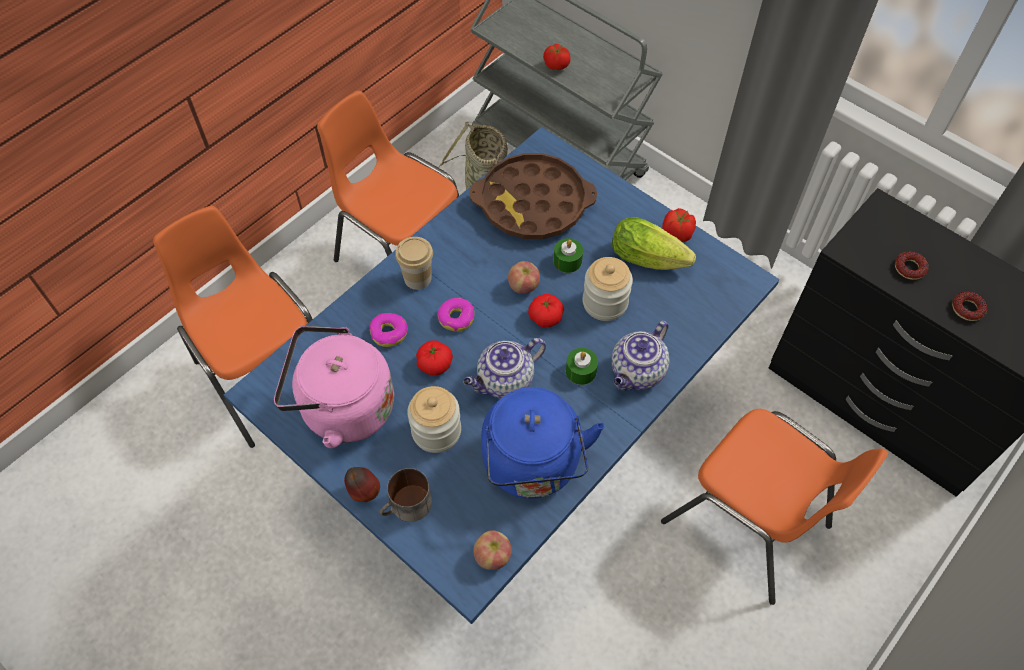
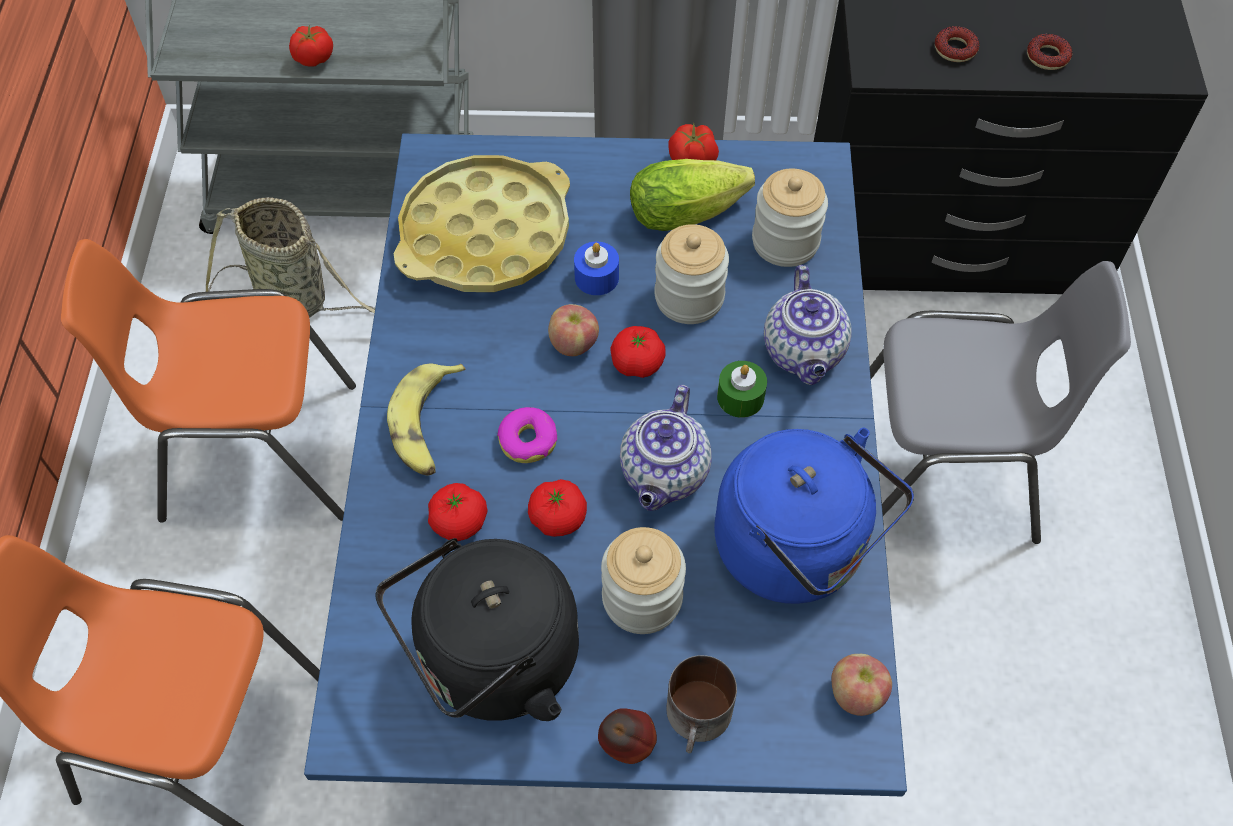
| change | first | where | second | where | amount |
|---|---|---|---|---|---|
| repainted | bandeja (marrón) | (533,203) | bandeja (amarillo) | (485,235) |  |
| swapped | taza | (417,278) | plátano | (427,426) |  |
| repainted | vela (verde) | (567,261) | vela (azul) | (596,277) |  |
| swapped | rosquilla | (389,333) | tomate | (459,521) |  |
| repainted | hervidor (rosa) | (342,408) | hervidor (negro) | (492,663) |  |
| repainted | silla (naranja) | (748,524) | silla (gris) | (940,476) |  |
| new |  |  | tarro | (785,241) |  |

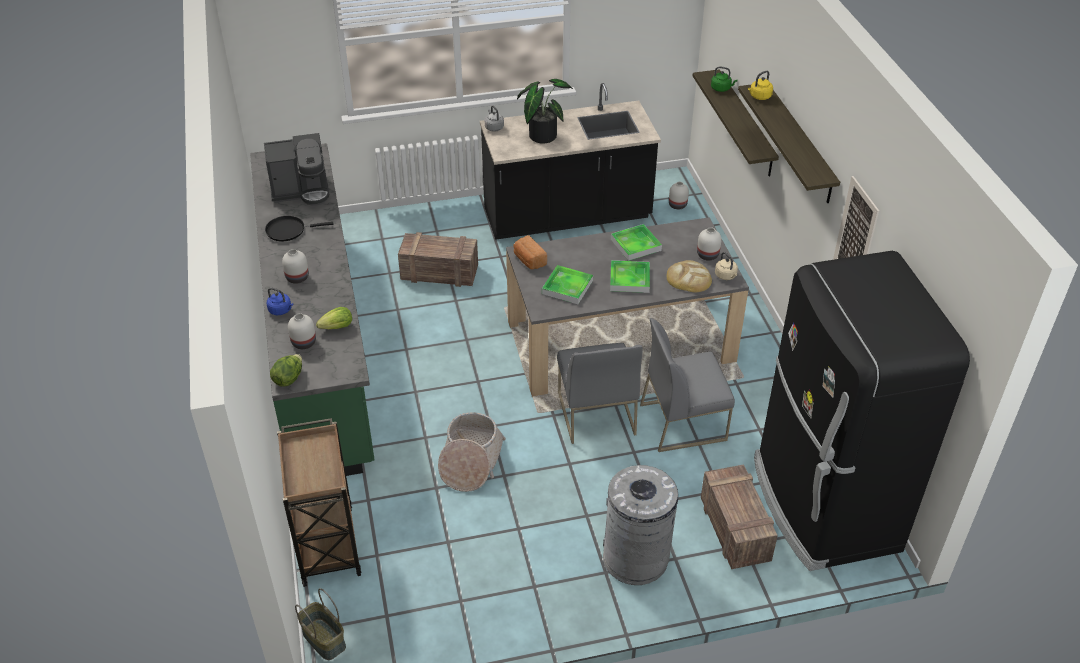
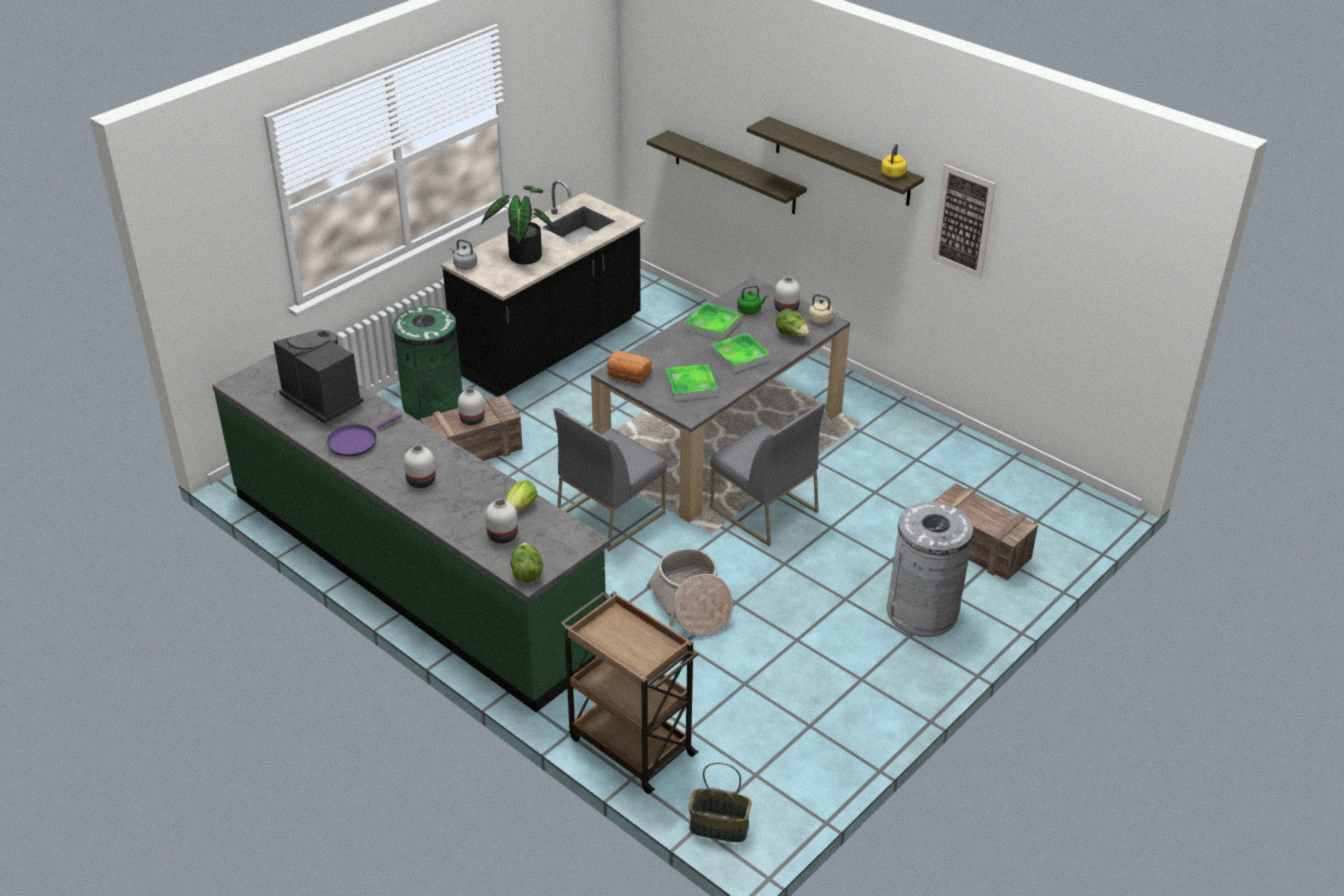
| change | first | where | second | where | amount |
|---|---|---|---|---|---|
| shifted | hervidor (verde) | (721,88) |  | (750,310) |  |
| shifted | hervidor (amarillo) | (759,97) |  | (892,175) |  |
| rotated | cafetera | (302,190) |  | (323,399) | 90 degrees counterclockwise |
| shifted | florero (blanco) | (677,205) |  | (472,420) |  |
| repainted | sartén (negro) | (289,230) | sartén (morado) | (356,442) |  |
| gone | nevera (negro) | (823,505) |  |  |  |
| swapped | pan | (688,279) | lechuga | (792,335) |  |
| gone | hervidor (azul) | (281,310) |  |  |  |
| shifted | silla (gris) | (683,421) |  | (611,514) |  |
| new |  |  | papelera (verde) | (432,404) |  |

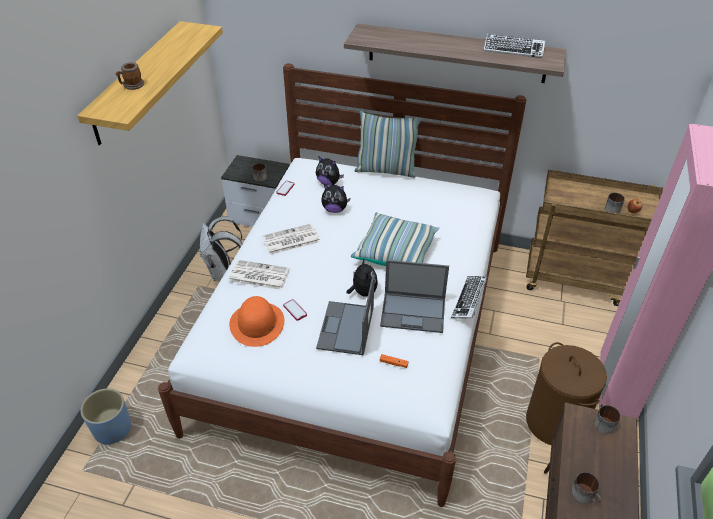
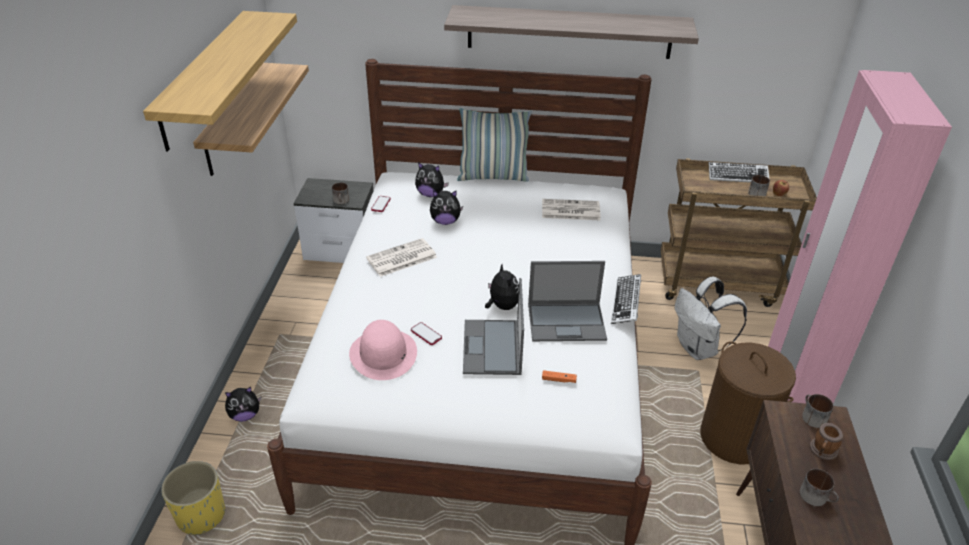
| change | first | where | second | where | amount |
|---|---|---|---|---|---|
| shifted | teclado | (513,49) |  | (737,176) |  |
| shifted | taza grande | (131,85) |  | (822,451) |  |
| gone | cojín | (395,251) |  |  |  |
| shifted | mochila (blanco) | (223,272) |  | (699,348) |  |
| shifted | periódico | (258,275) |  | (569,211) |  |
| repainted | sombrero (naranja) | (257,324) | sombrero (rosa) | (383,354) |  |
| repainted | maceta (azul) | (112,429) | maceta (amarillo) | (201,515) |  |
| new |  |  | estante | (233,119) |  |
| new |  |  | peluche | (245,415) |  |

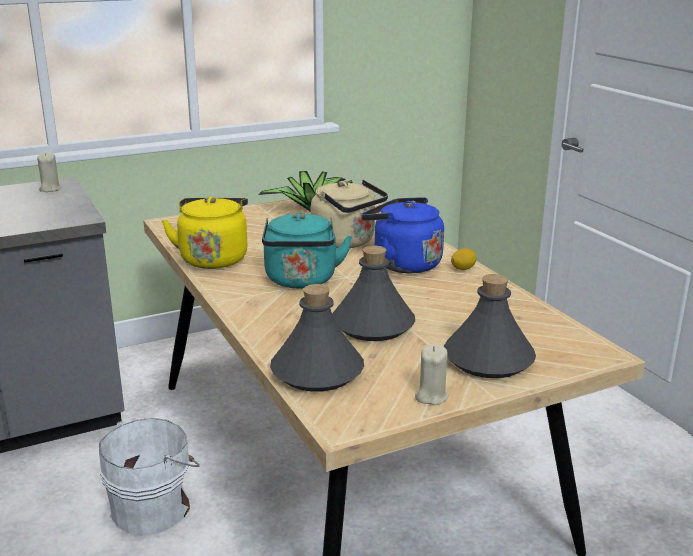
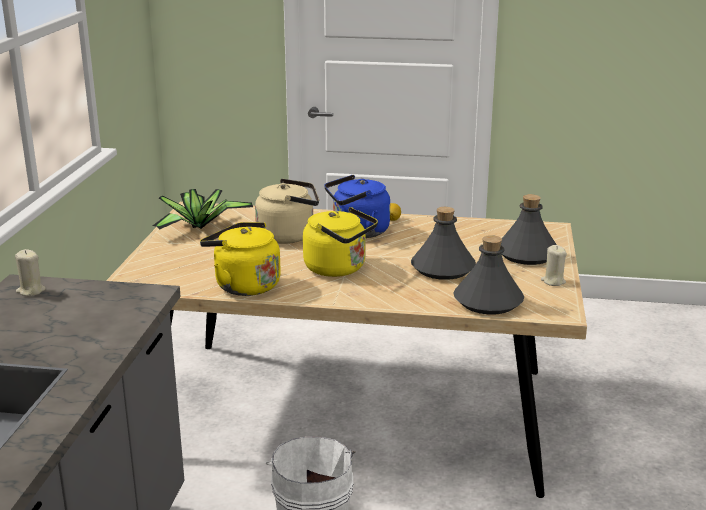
| change | first | where | second | where | amount |
|---|---|---|---|---|---|
| repainted | hervidor (turquesa) | (301,281) | hervidor (amarillo) | (339,269) |  |

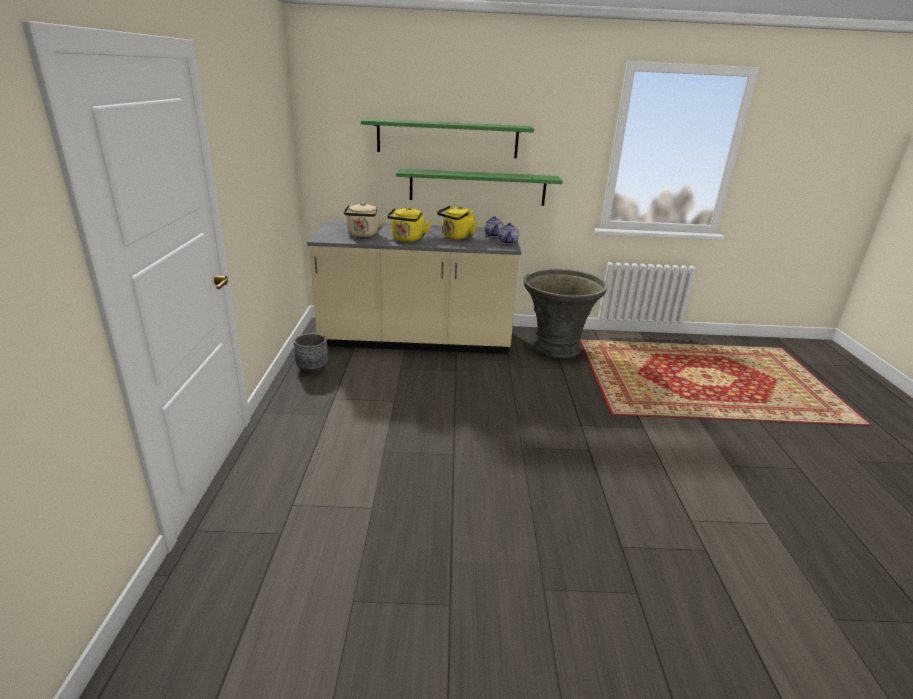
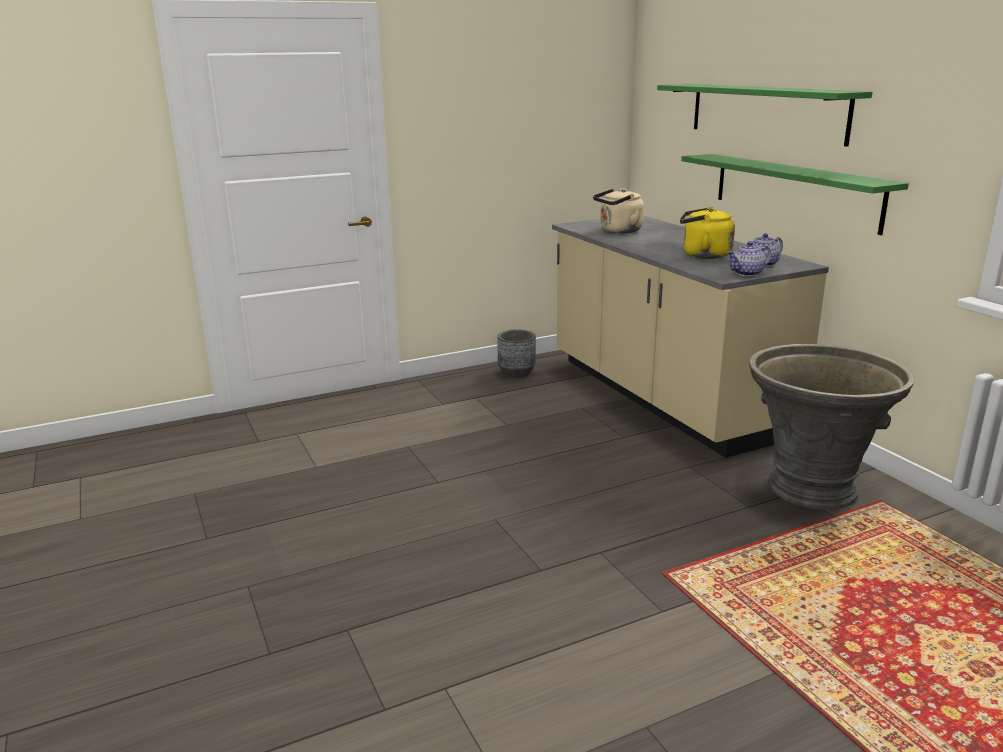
| change | first | where | second | where | amount |
|---|---|---|---|---|---|
| gone | hervidor (amarillo) | (407,240) |  |  |  |

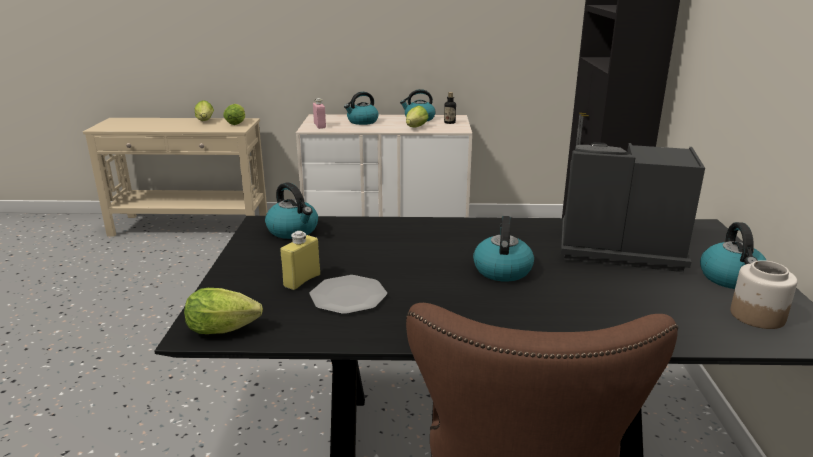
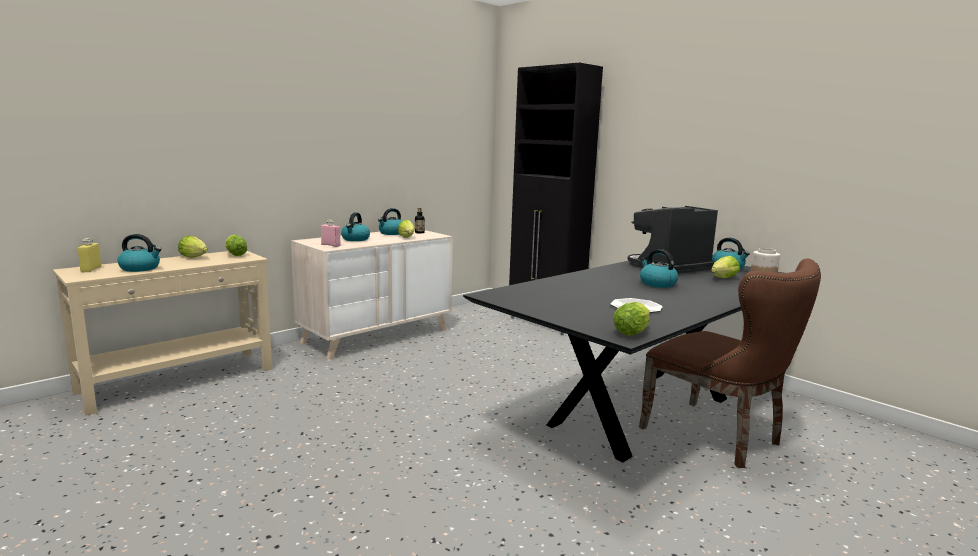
| change | first | where | second | where | amount |
|---|---|---|---|---|---|
| shifted | hervidor | (293,230) |  | (140,268) |  |
| shifted | botella (amarillo) | (302,280) |  | (91,269) |  |
| new |  |  | lechuga | (722,278) |  |

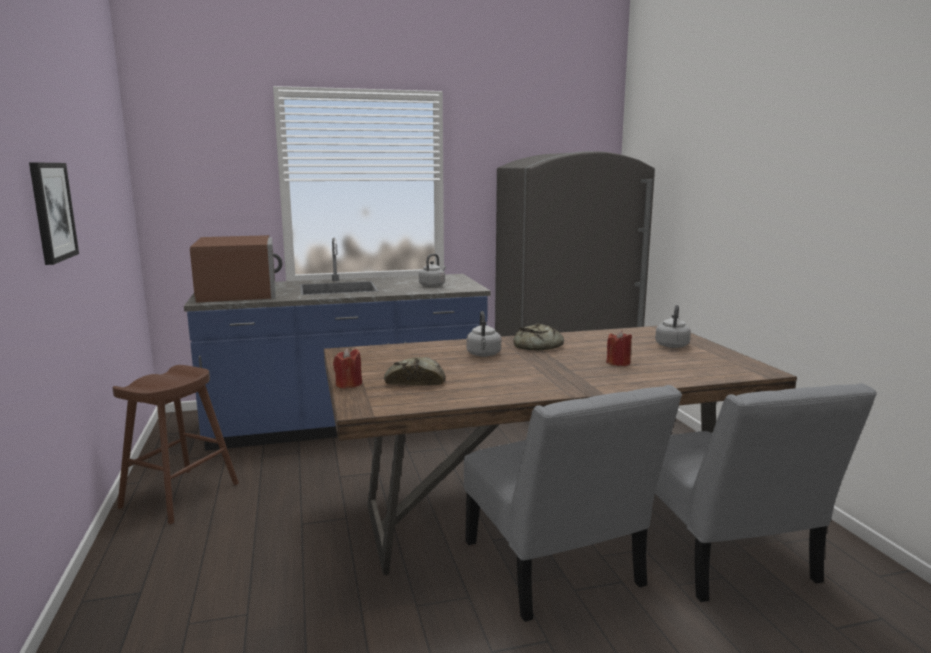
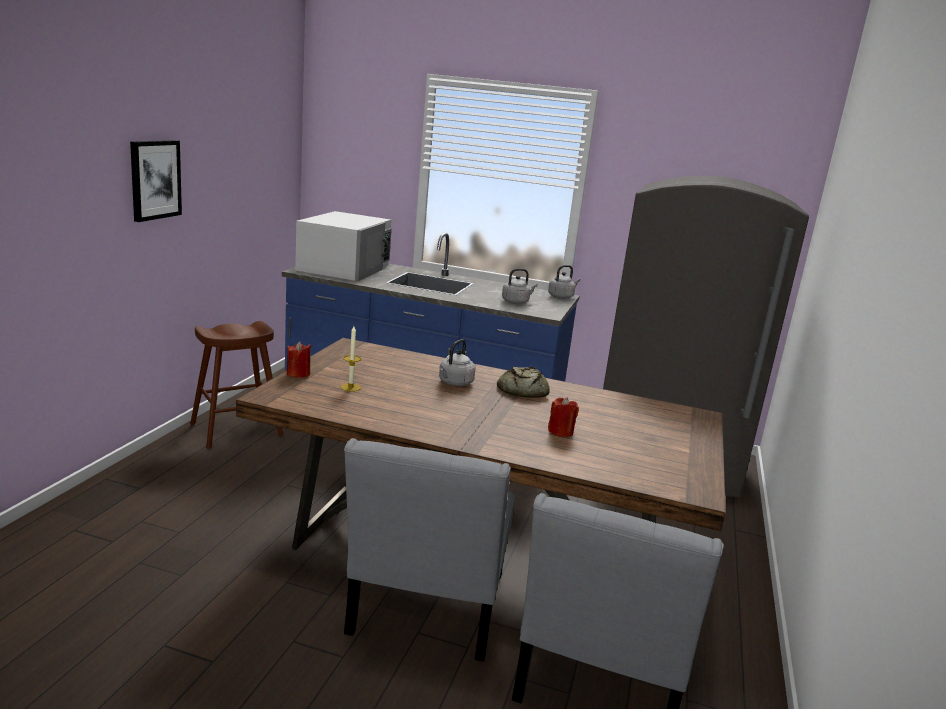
| change | first | where | second | where | amount |
|---|---|---|---|---|---|
| repainted | microondas (marrón) | (238,292) | microondas (blanco) | (345,267) |  |
| shifted | hervidor (gris) | (672,345) |  | (561,296) |  |
| swapped | pan | (415,381) | vela | (350,387) |  |

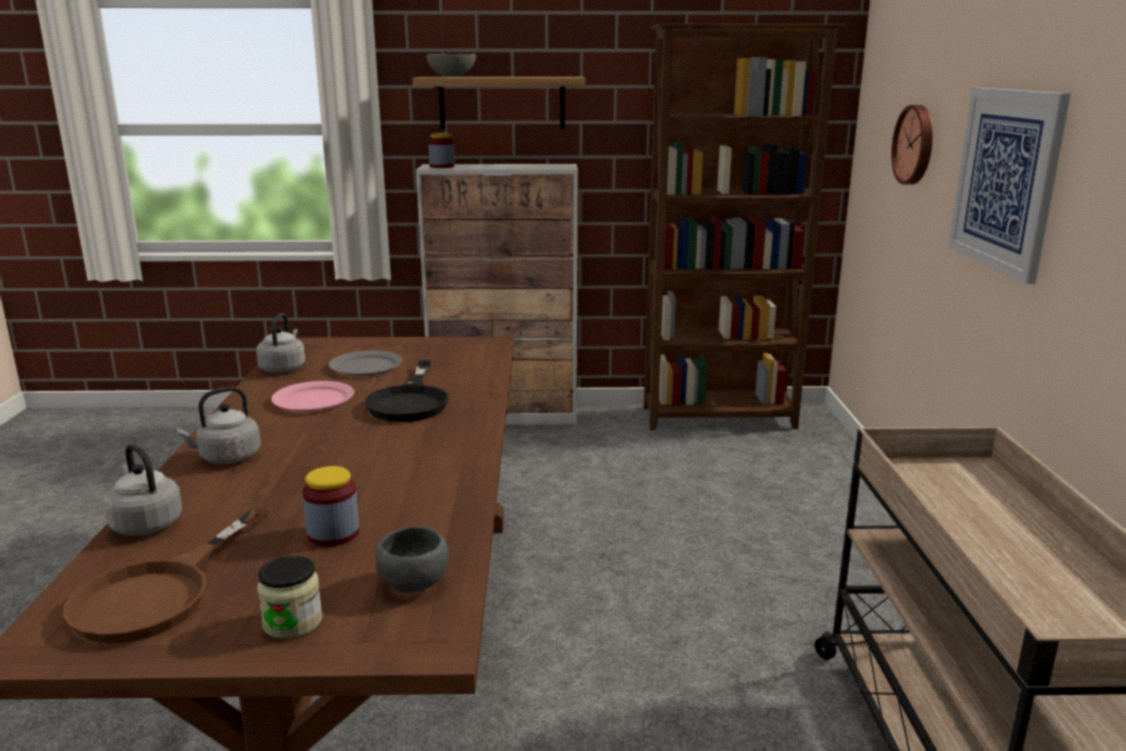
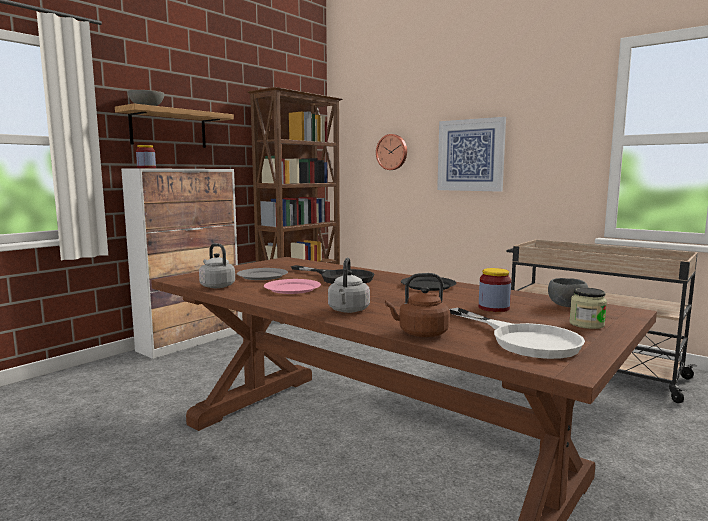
| change | first | where | second | where | amount |
|---|---|---|---|---|---|
| repainted | hervidor (gris) | (145,524) | hervidor (marrón) | (420,333) |  |
| repainted | sartén (marrón) | (159,592) | sartén (blanco) | (524,339) |  |
| new |  |  | plato (negro) | (427,286) |  |

